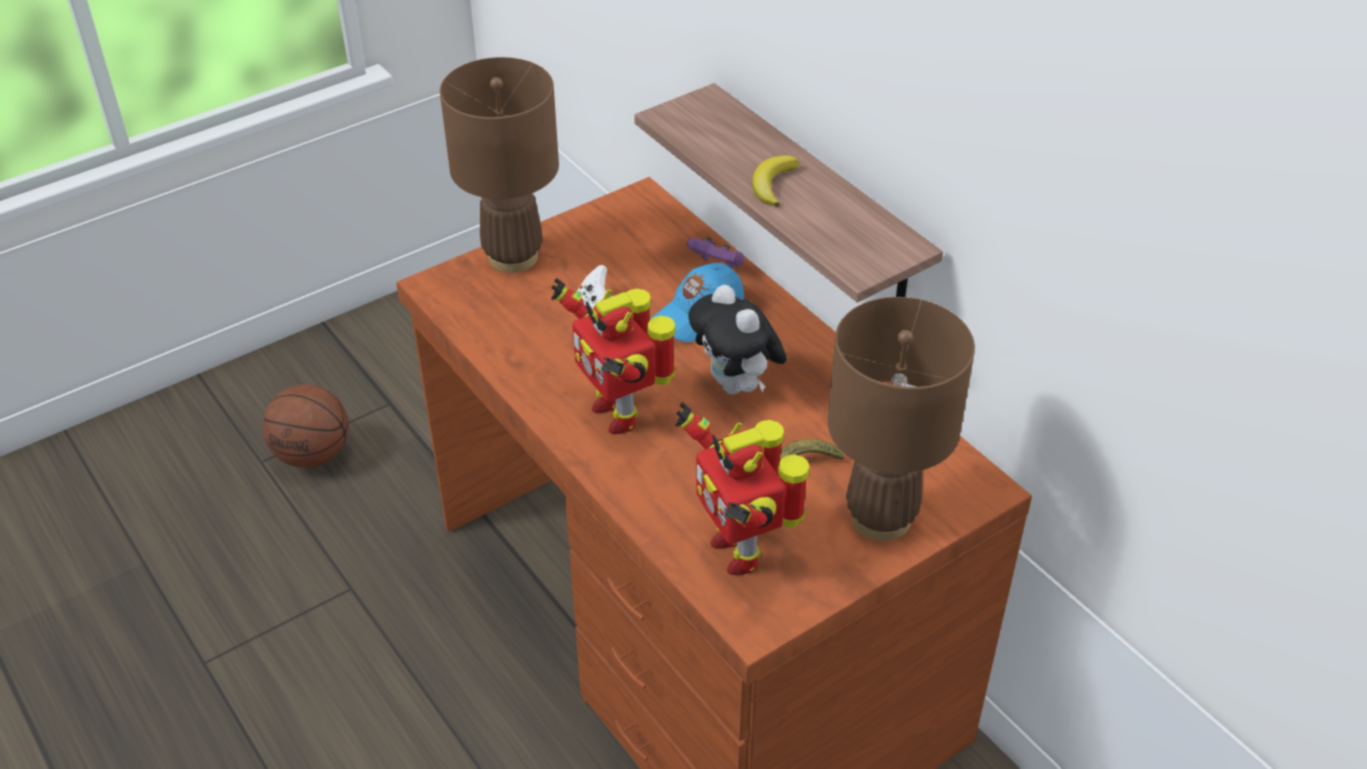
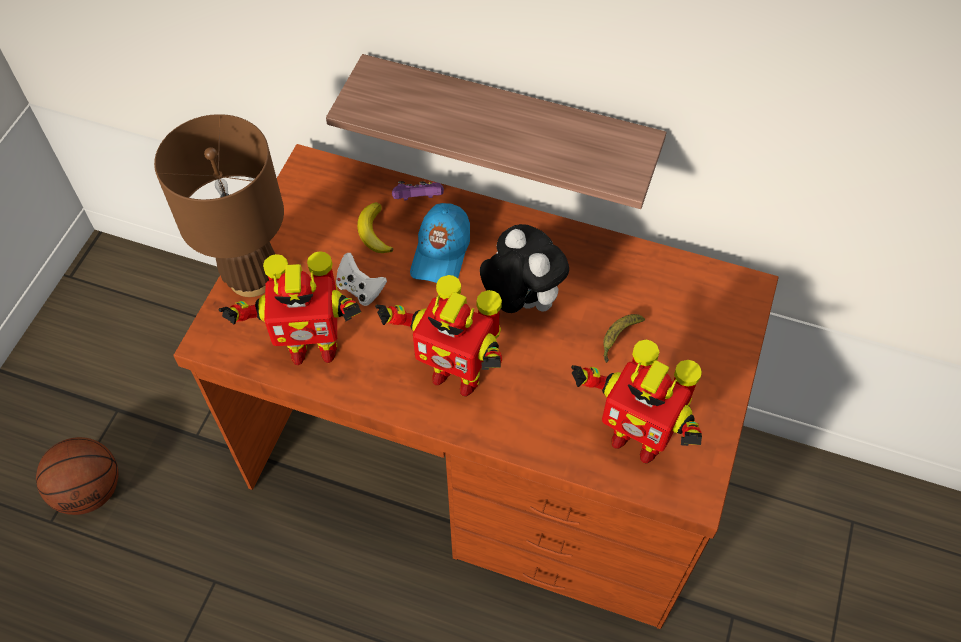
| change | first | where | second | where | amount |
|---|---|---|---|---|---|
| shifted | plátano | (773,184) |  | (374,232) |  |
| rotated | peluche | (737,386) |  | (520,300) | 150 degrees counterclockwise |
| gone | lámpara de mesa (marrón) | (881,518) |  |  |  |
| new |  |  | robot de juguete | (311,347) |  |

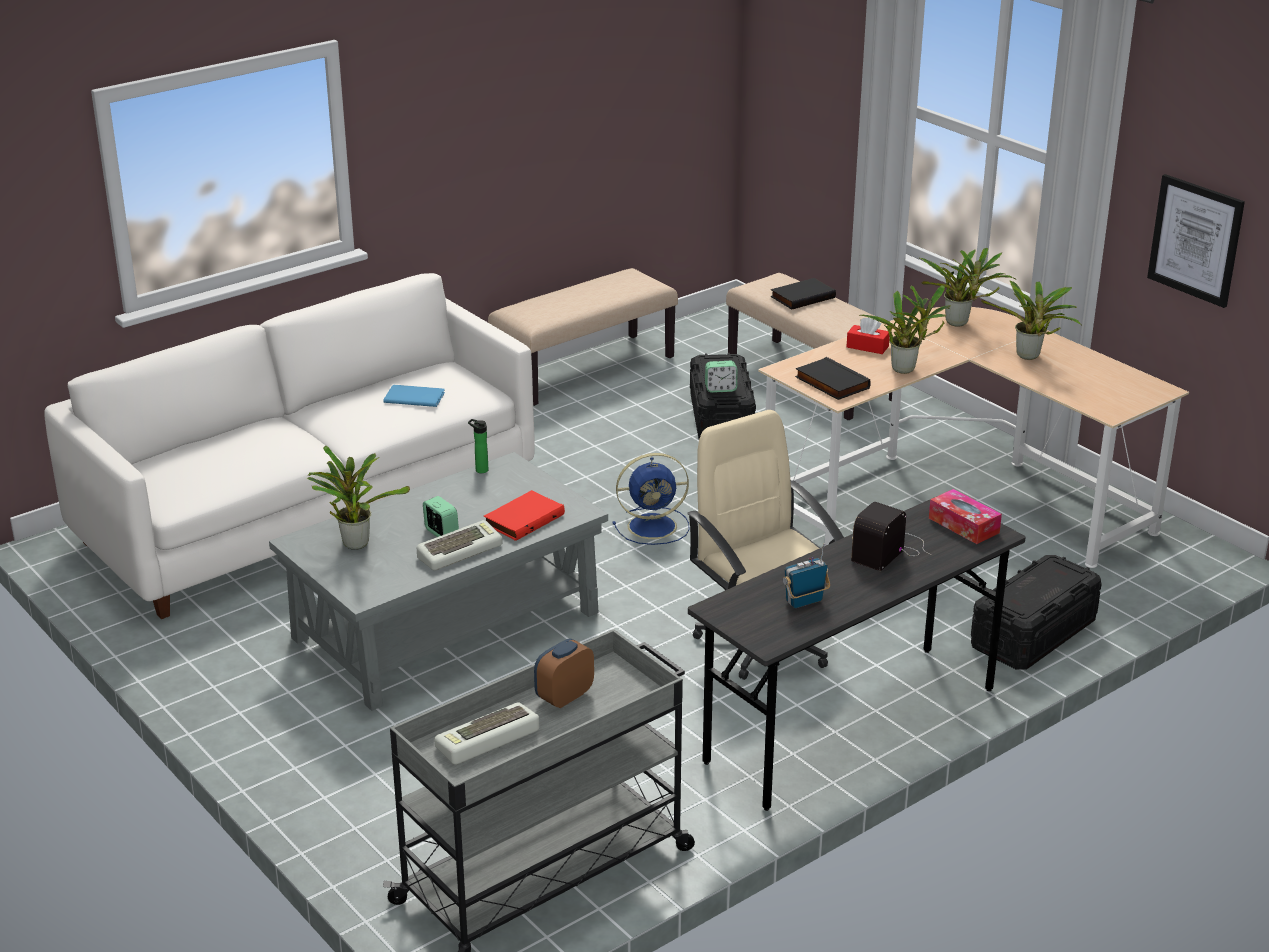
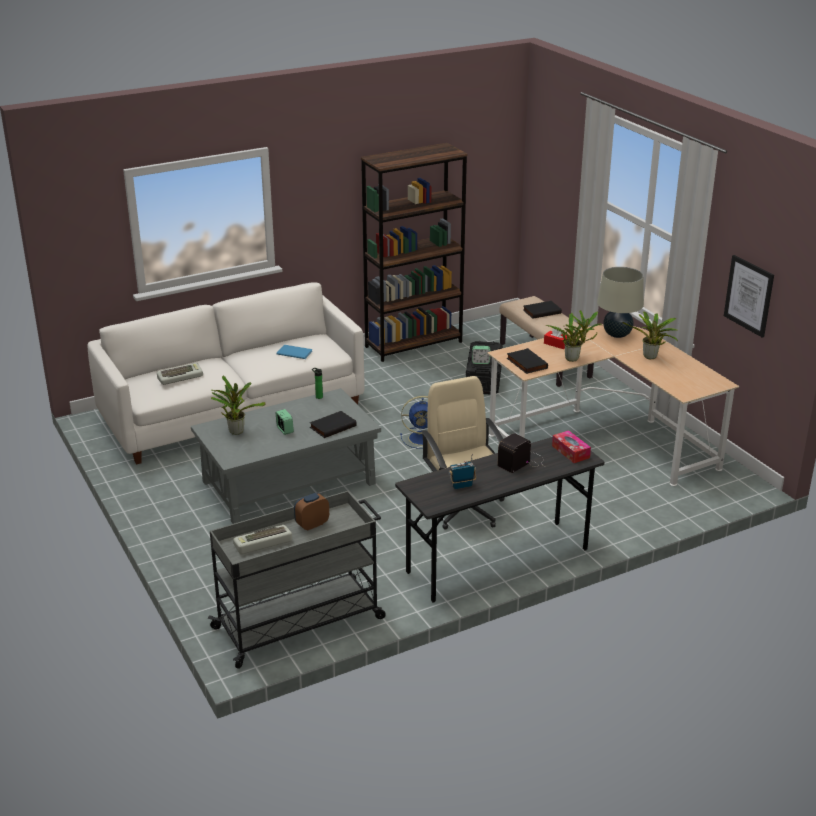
| change | first | where | second | where | amount |
|---|---|---|---|---|---|
| swapped | planta en maceta | (960,323) | lámpara de mesa (beis) | (617,334) |  |
| swapped | banco (beis) | (584,369) | estantería (marrón) | (414,344) |  |
| repainted | libro (rojo) | (523,519) | libro (negro) | (332,426) |  |
| shifted | teclado | (459,551) |  | (180,377) |  |
| gone | caja de almacenaje (negro) | (1033,634) |  |  |  |

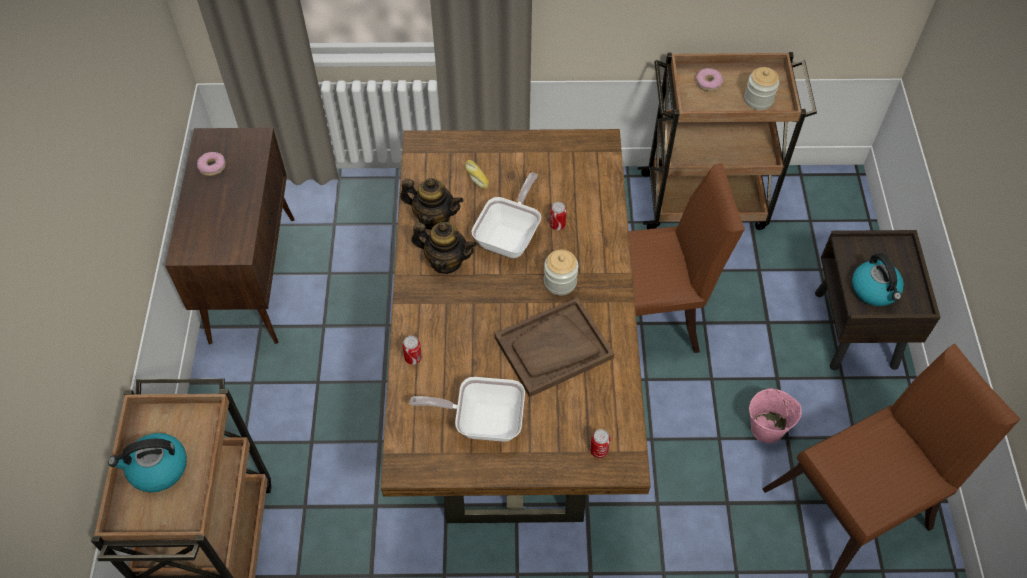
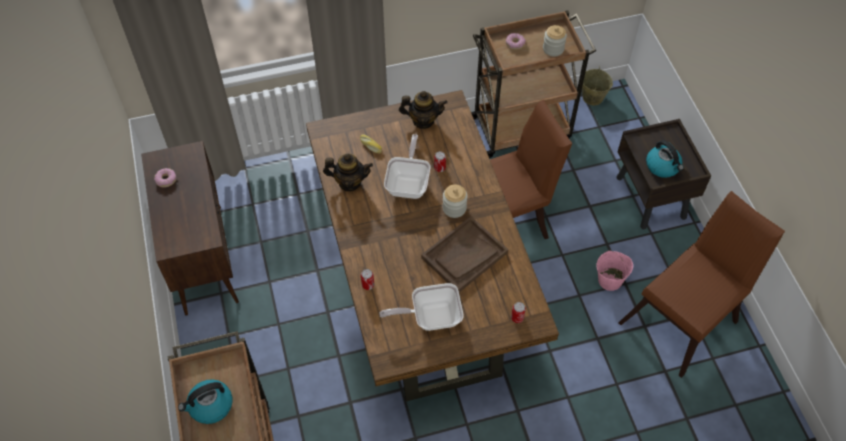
| change | first | where | second | where | amount |
|---|---|---|---|---|---|
| shifted | tetera | (446,261) |  | (423,120) |  |
| new |  |  | cubo (beis) | (592,97) |  |

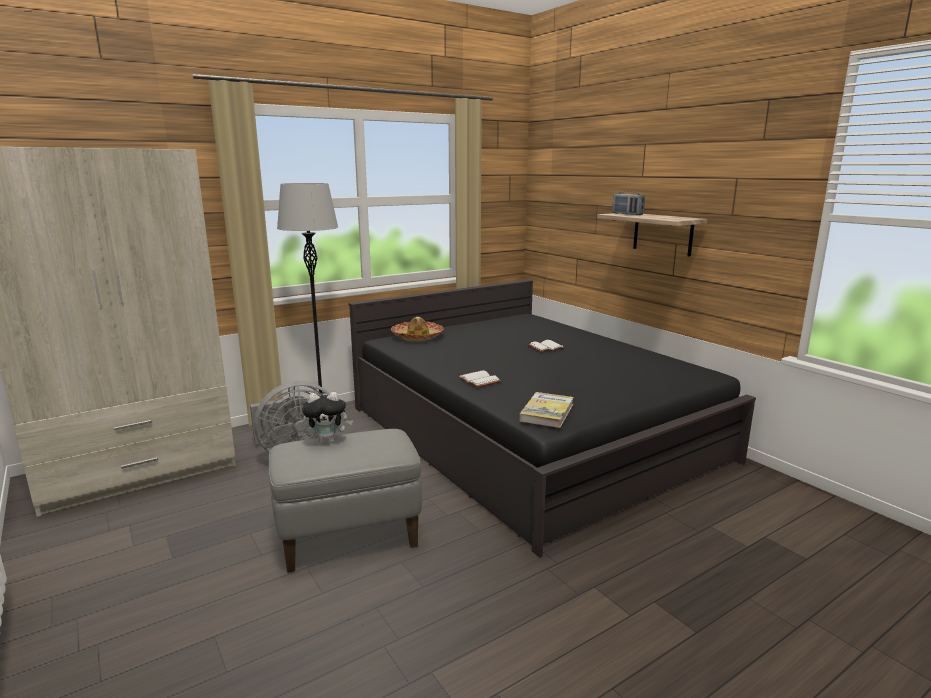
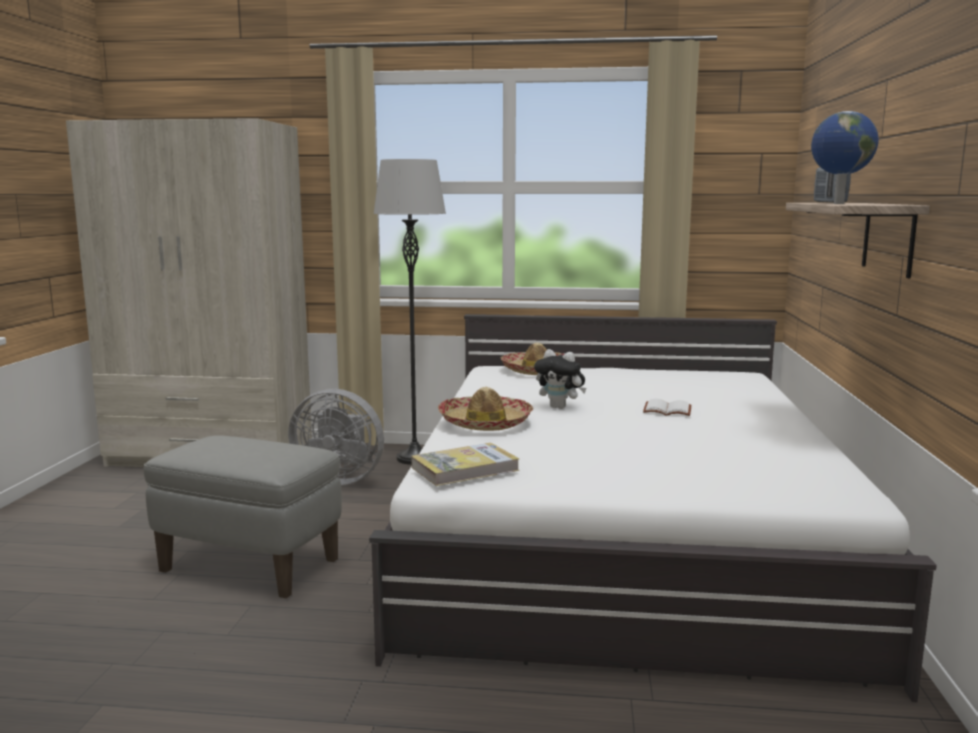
| change | first | where | second | where | amount |
|---|---|---|---|---|---|
| repainted | cama (negro) | (529,433) | cama (blanco) | (621,538) |  |
| swapped | libro (blanco) | (480,380) | sombrero | (485,423) |  |
| shifted | peluche | (328,441) |  | (560,407) |  |
| new |  |  | globo terráqueo | (837,204) |  |

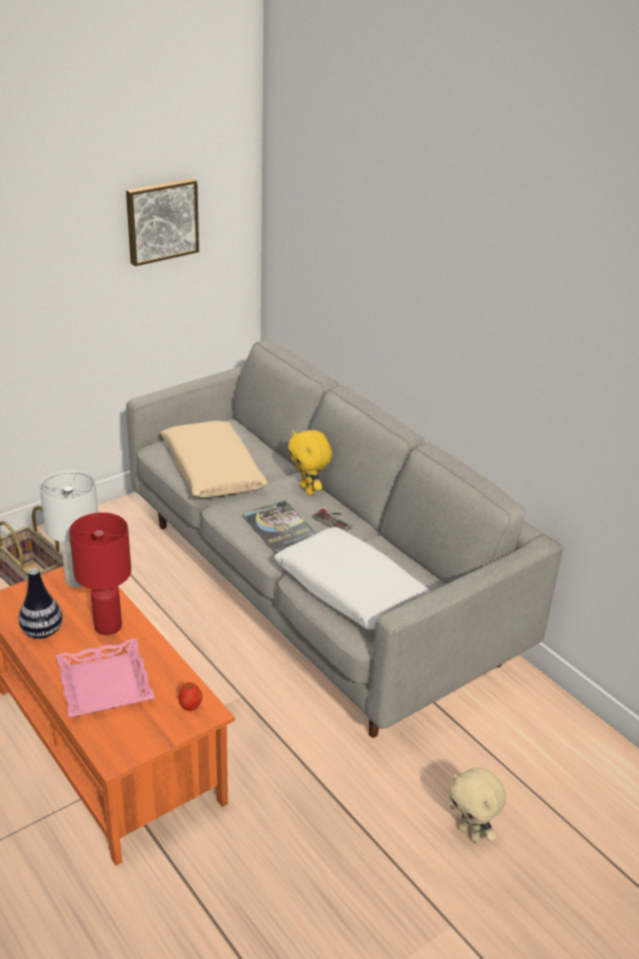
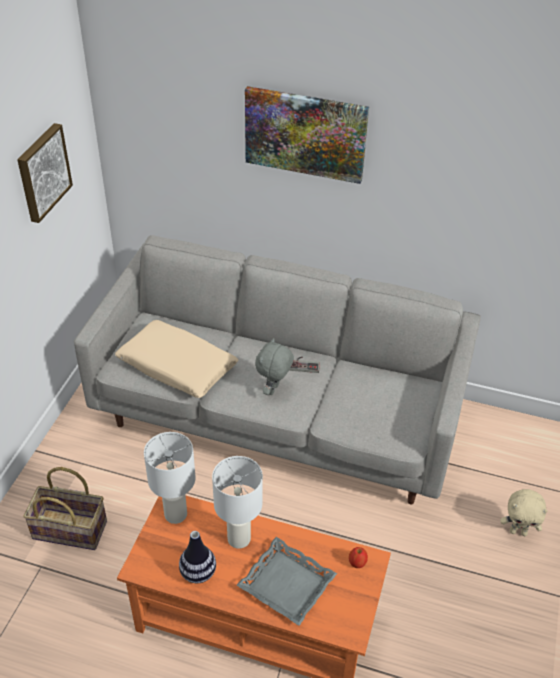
| change | first | where | second | where | amount |
|---|---|---|---|---|---|
| gone | peluche (amarillo) | (308,490) |  |  |  |
| swapped | libro | (279,527) | peluche (gris) | (274,390) |  |
| repainted | lámpara de mesa (rojo) | (108,626) | lámpara de mesa (blanco) | (239,538) |  |
| gone | cojín (blanco) | (350,590) |  |  |  |
| repainted | bandeja (rosa) | (106,684) | bandeja (gris) | (287,584) |  |
| new |  |  | cuadro | (305,134) |  |

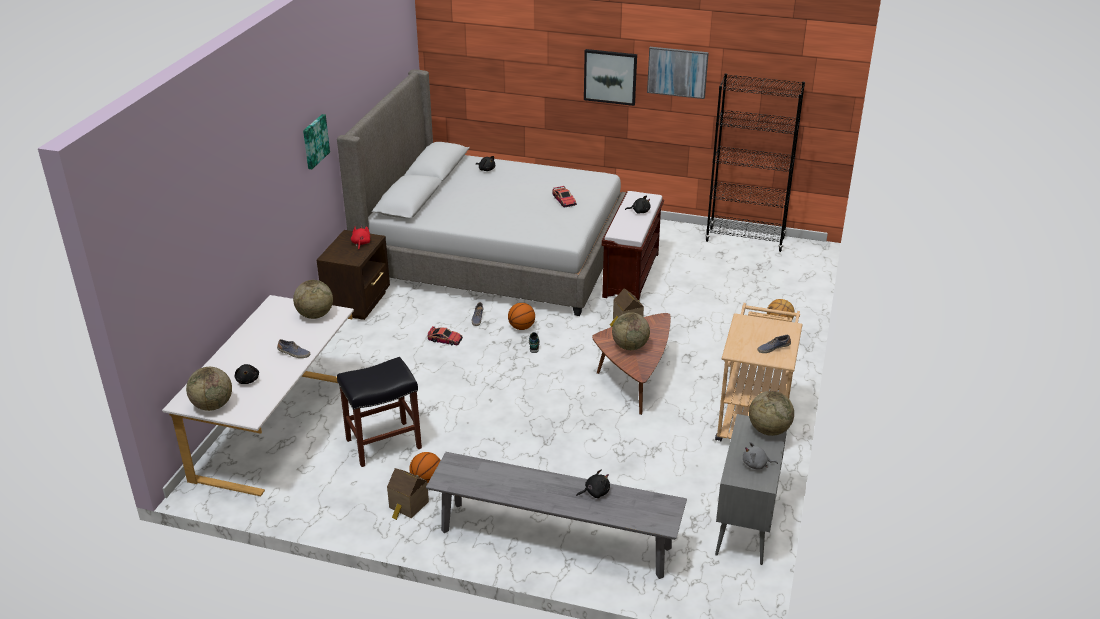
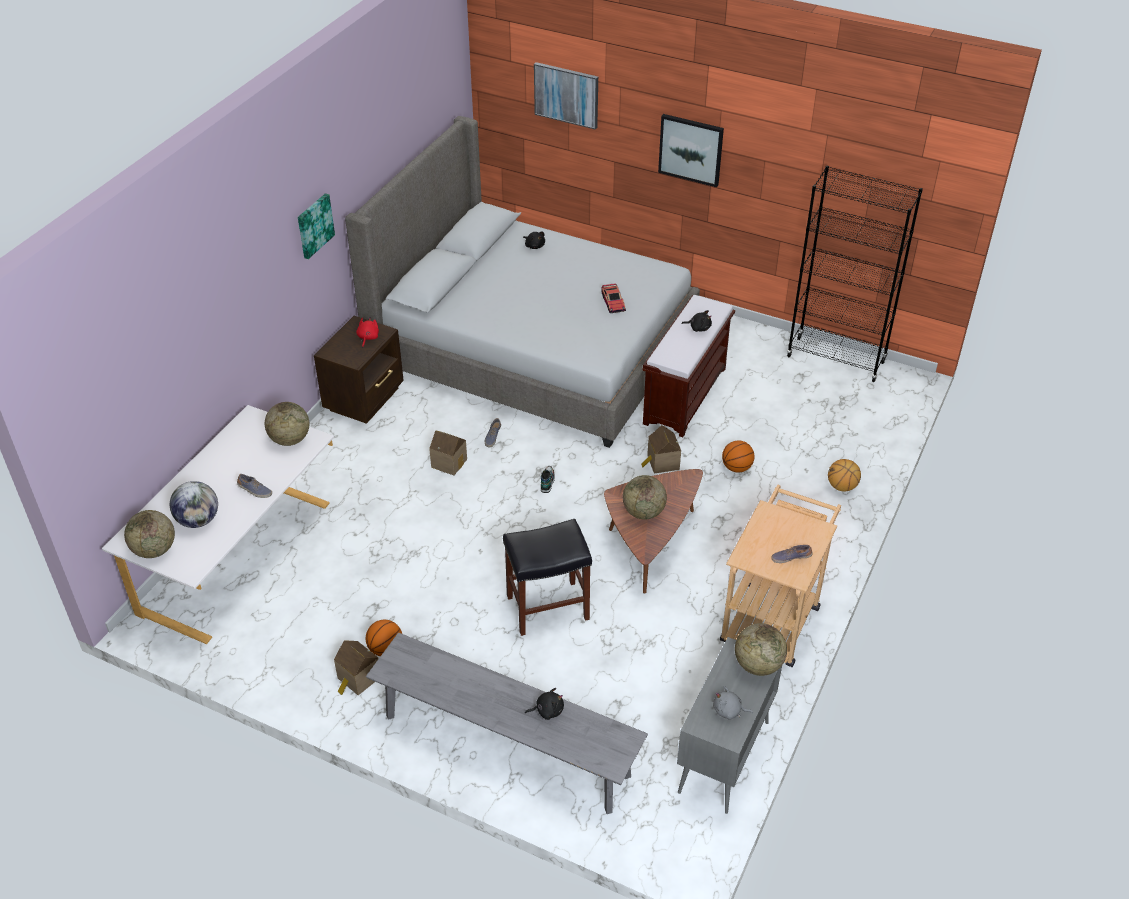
| change | first | where | second | where | amount |
|---|---|---|---|---|---|
| shifted | cuadro | (677,72) |  | (566,95) |  |
| shifted | balón de baloncesto | (521,327) |  | (736,468) |  |
| swapped | coche de juguete | (445,339) | casita | (449,462) |  |
| shifted | taburete (negro) | (383,444) |  | (546,608) |  |
| swapped | peluche (negro) | (248,380) | globo terráqueo | (198,520) |  |

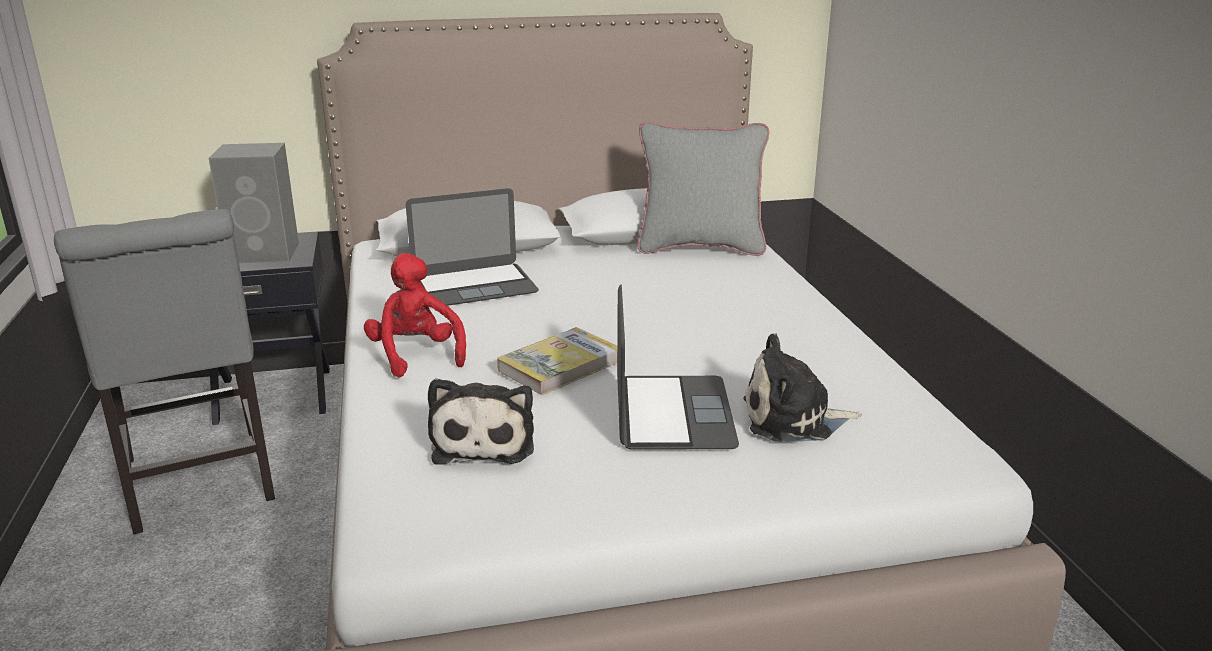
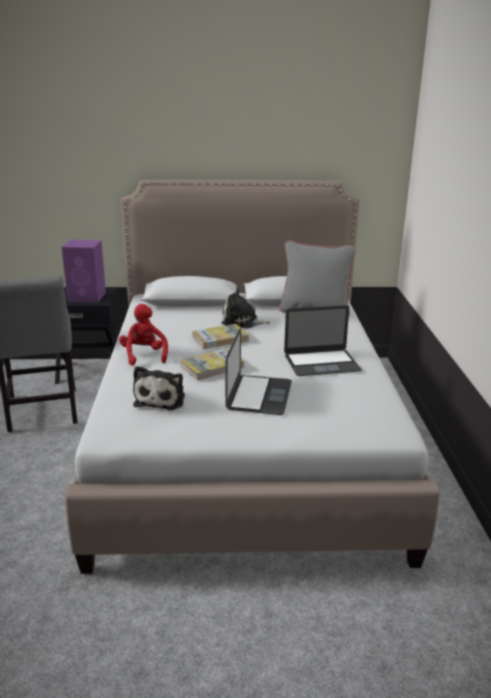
| change | first | where | second | where | amount |
|---|---|---|---|---|---|
| repainted | altavoz (gris) | (265,253) | altavoz (morado) | (88,297) |  |
| shifted | portátil | (474,285) |  | (321,363) |  |
| shifted | peluche | (793,419) |  | (242,322) |  |
| new |  |  | libro | (220,339) |  |

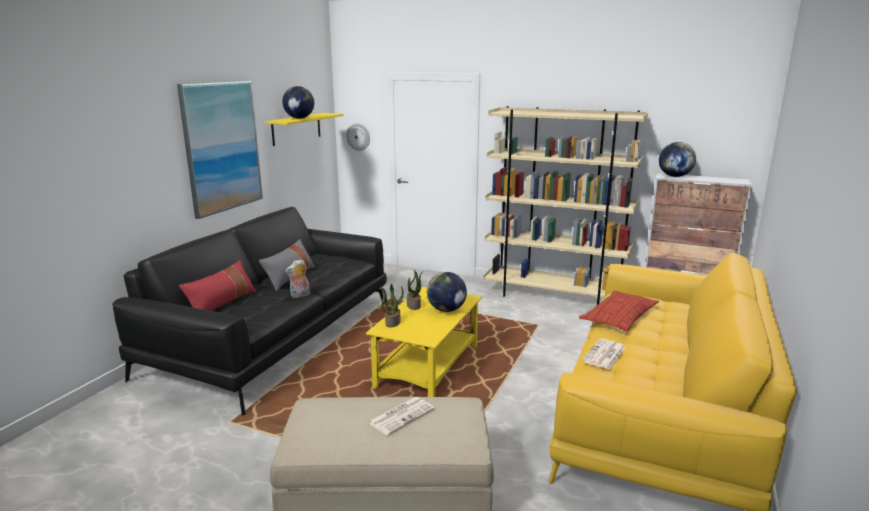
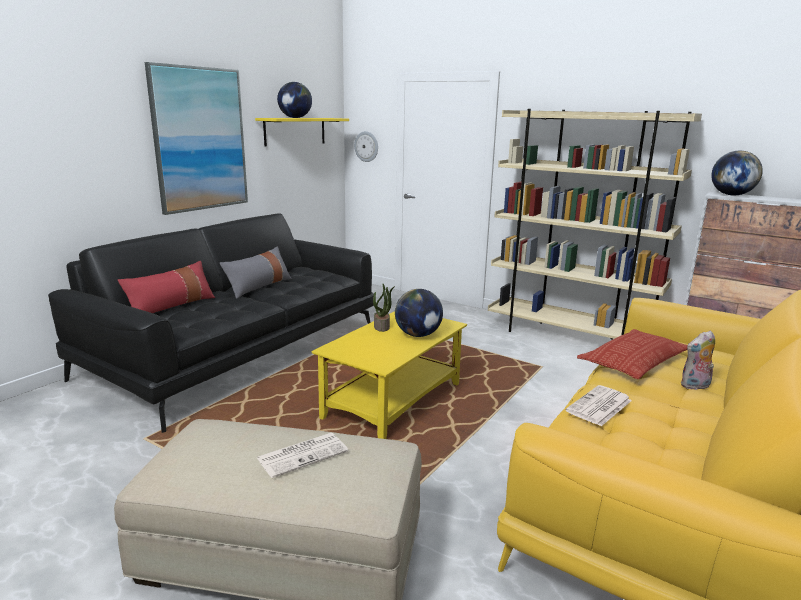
| change | first | where | second | where | amount |
|---|---|---|---|---|---|
| shifted | peluche | (300,295) |  | (695,386) |  |
| gone | planta en maceta | (392,322) |  |  |  |

